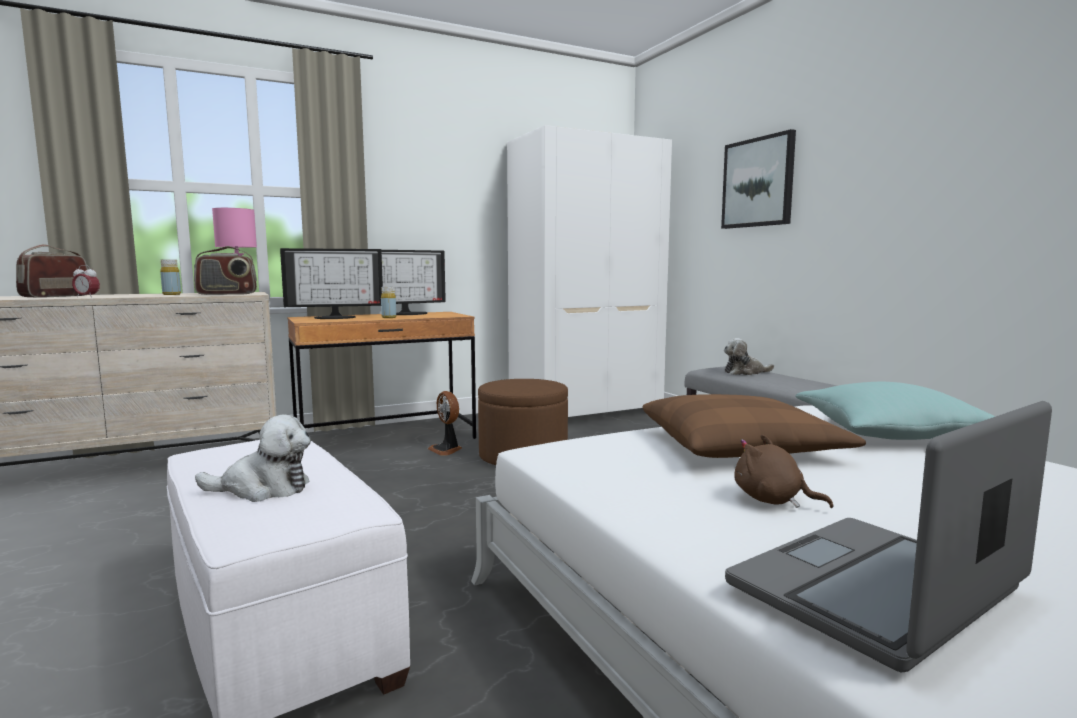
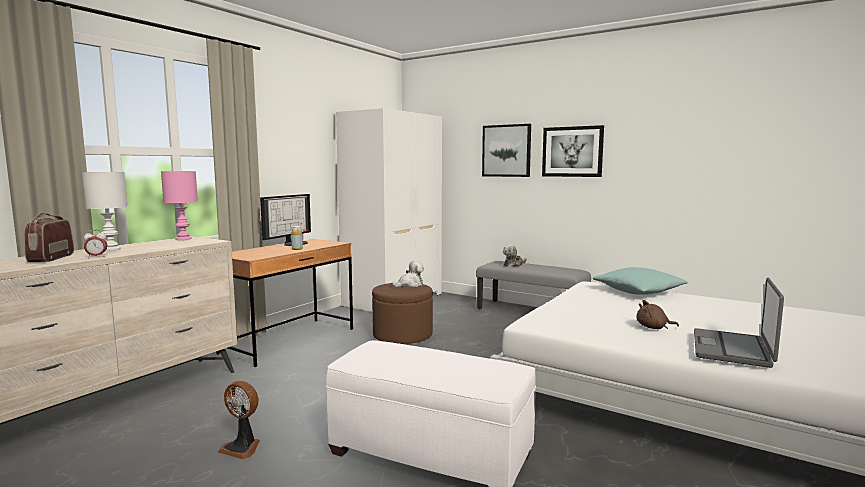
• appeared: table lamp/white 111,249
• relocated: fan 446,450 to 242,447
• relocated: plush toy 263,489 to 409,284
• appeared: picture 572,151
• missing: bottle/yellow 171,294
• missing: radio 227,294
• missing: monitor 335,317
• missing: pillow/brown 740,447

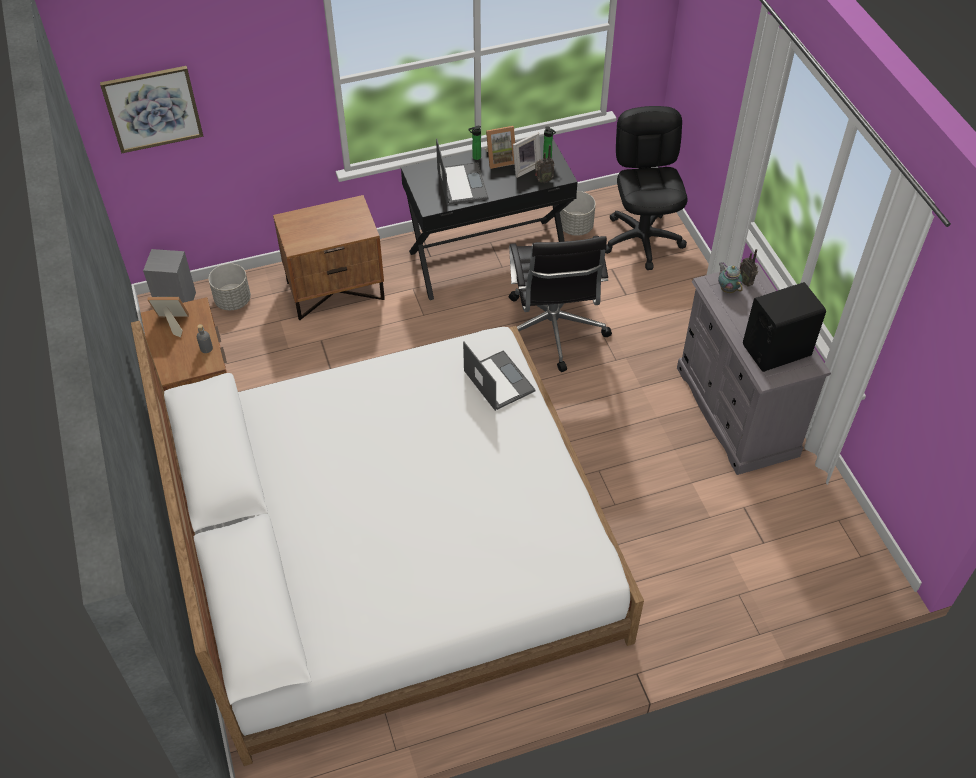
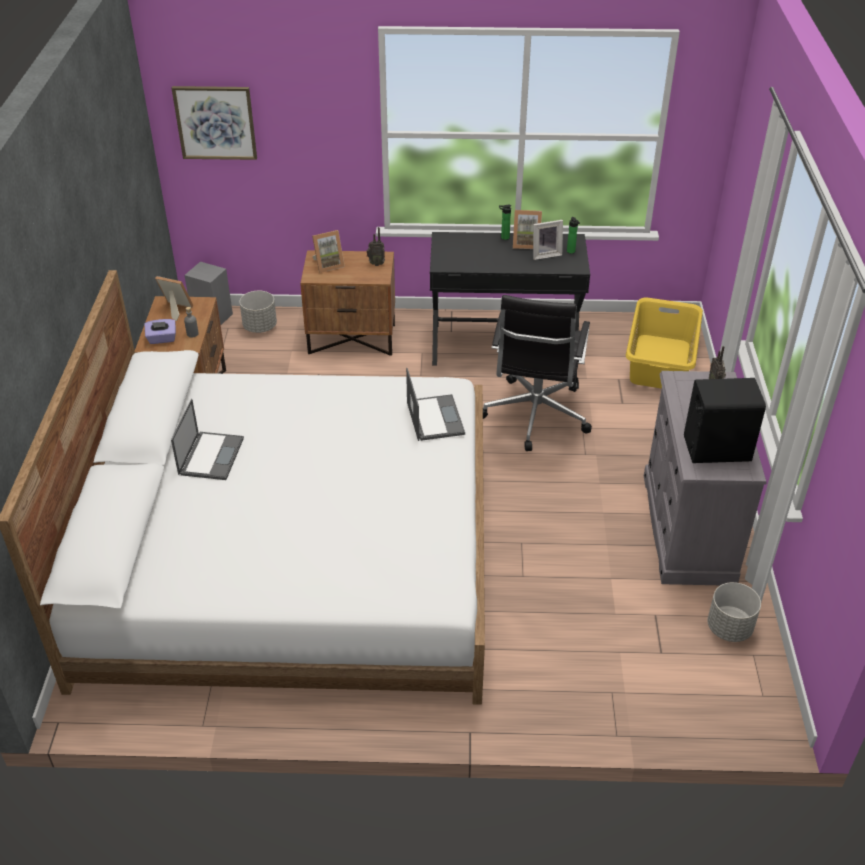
• appeared: tissue box/purple 162,339
• relocated: laptop 462,183 to 211,455
• appeared: picture frame 328,265
• relocated: radio 543,180 to 376,263
• exchanged: office chair/black 642,240 to laundry basket/yellow 660,362
• relocated: planter/grey 576,227 to 729,628
• missing: teapot 727,289

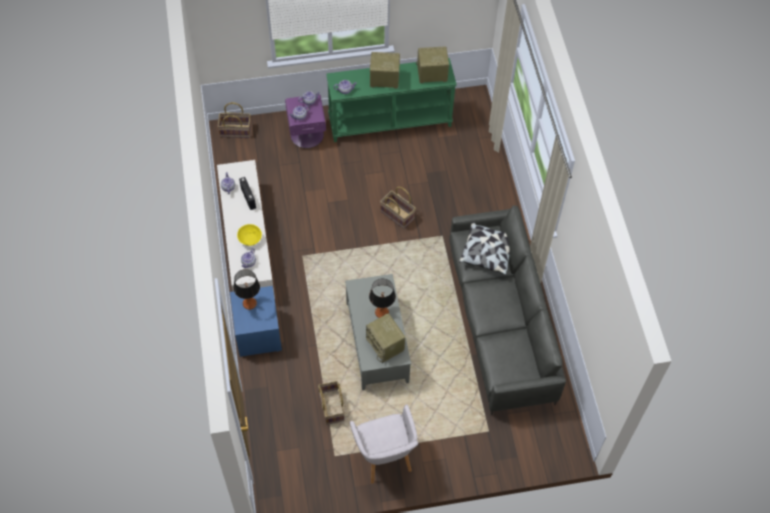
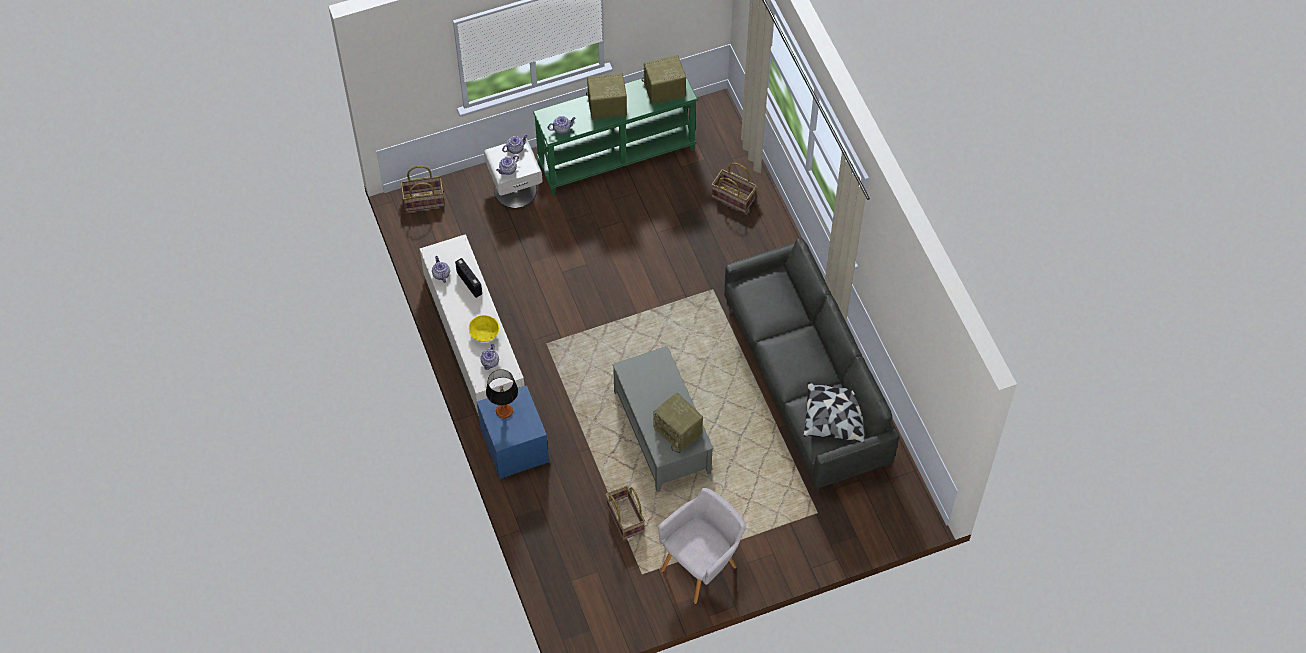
• colour: nightstand/purple 307,134 to nightstand/white 515,189
• spun: armchair/grey 384,458 = 701,566 105 degrees counterclockwise
• relocated: basket 398,214 to 733,197
• relocated: pillow 488,253 to 835,418
• missing: table lamp 382,312

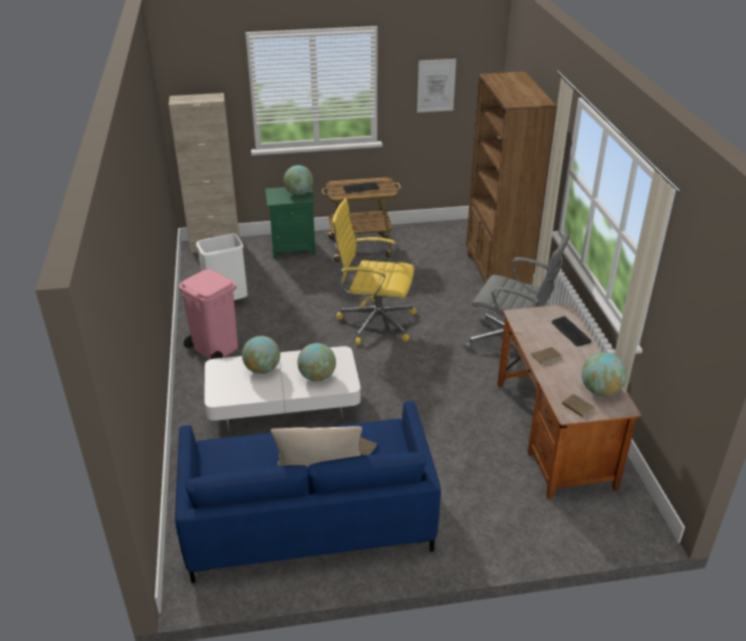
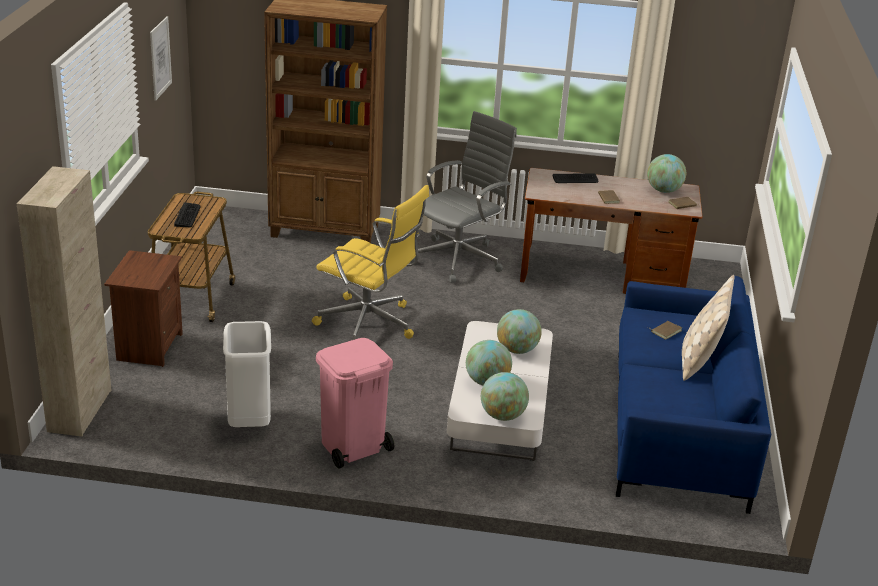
• colour: nightstand/green 293,248 to nightstand/brown 148,347
• spun: office chair/yellow 374,322 = 369,324 90 degrees counterclockwise
• relocated: globe 299,193 to 502,415

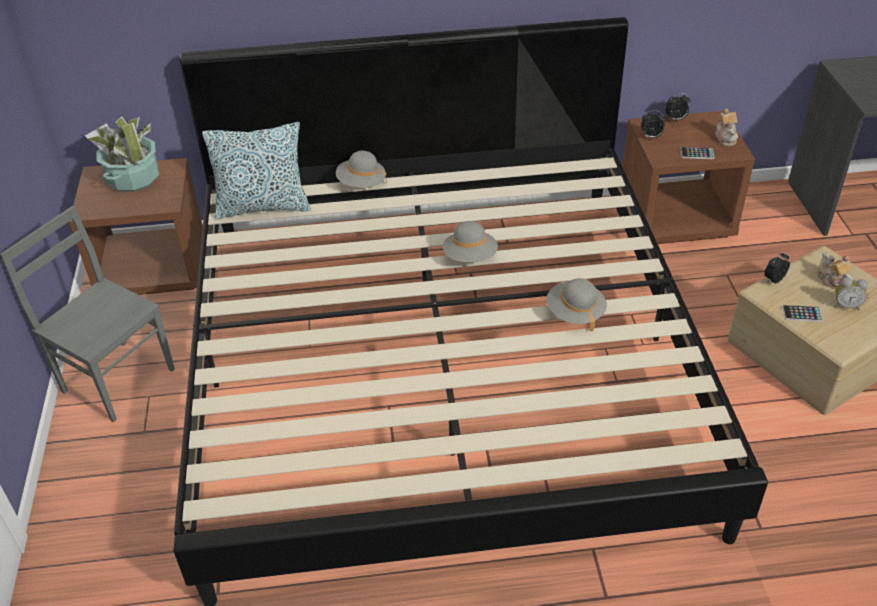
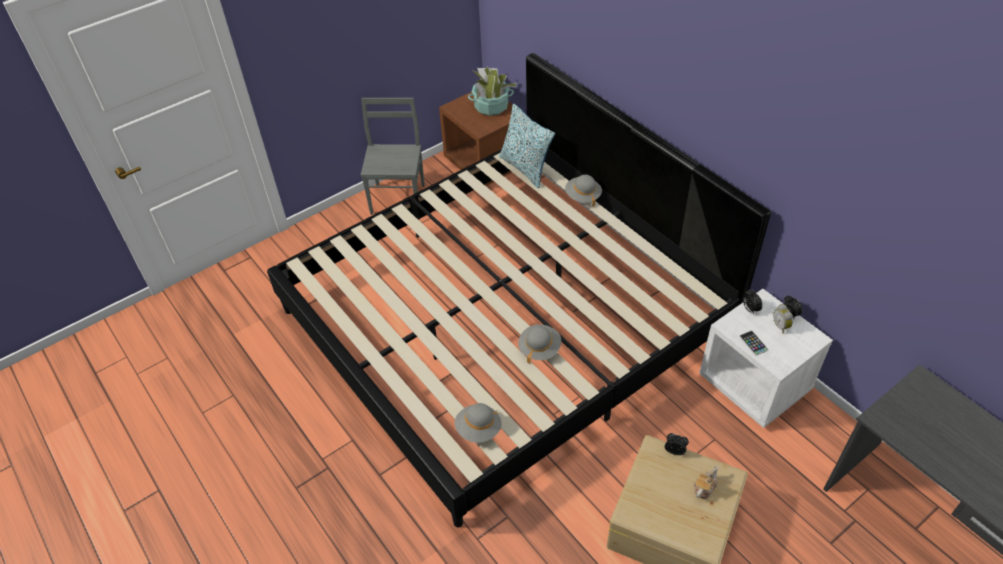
• relocated: hat/grey 470,257 to 478,429
• colour: nightstand/brown 676,218 to nightstand/white 755,384
• relocated: alarm clock 846,305 to 781,326
• missing: teapot 725,138
• missing: phone 802,314

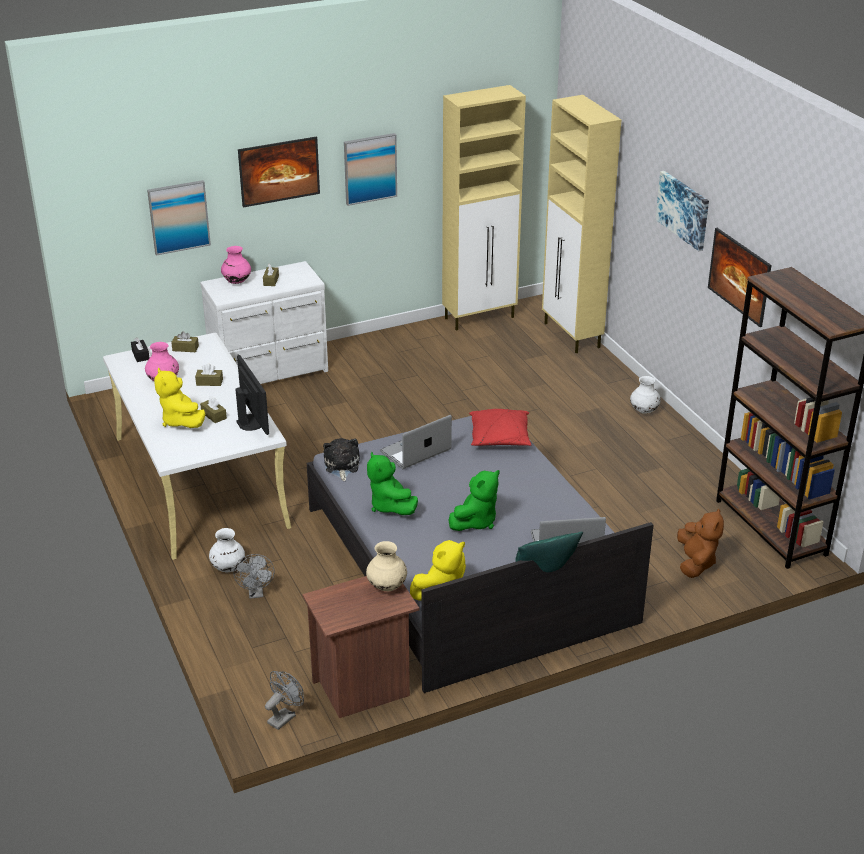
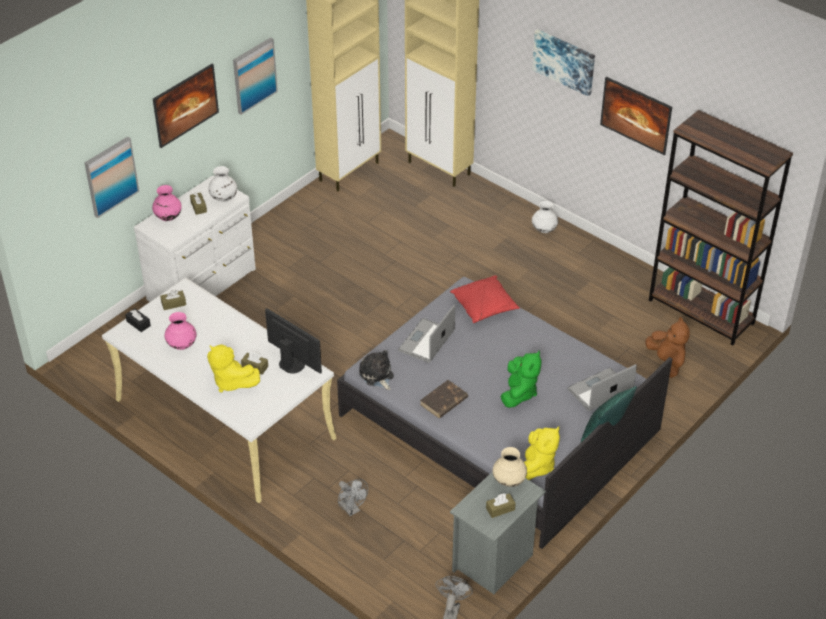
• relocated: vase/white 228,568 to 223,198
• exchanged: plush toy/green 390,506 to book/brown 443,401
• colour: nightstand/brown 363,688 to nightstand/grey 494,562
• relocated: tissue box/brown 209,382 to 500,509

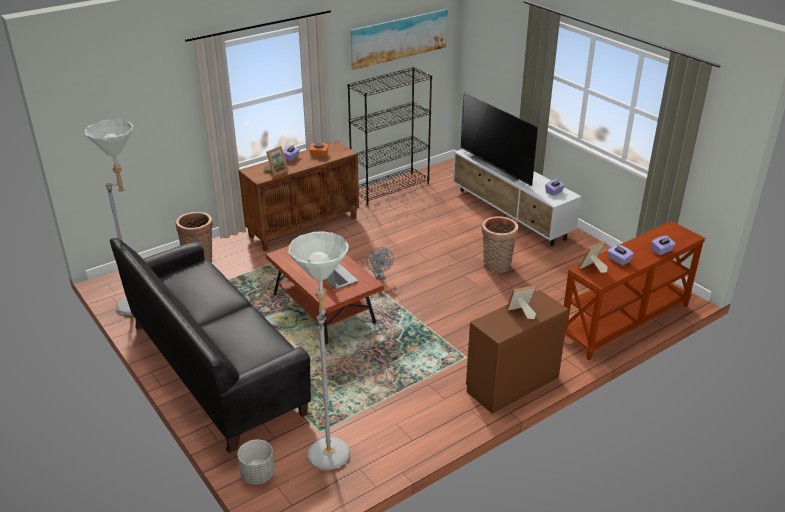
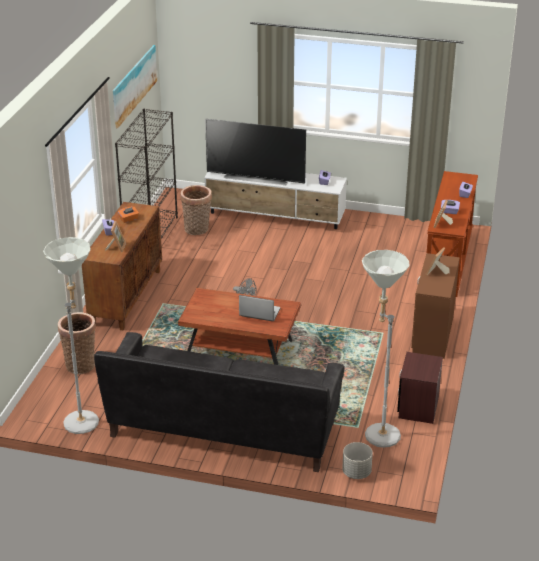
• relocated: basket 496,267 to 197,230
• appeared: nightstand/brown 418,407

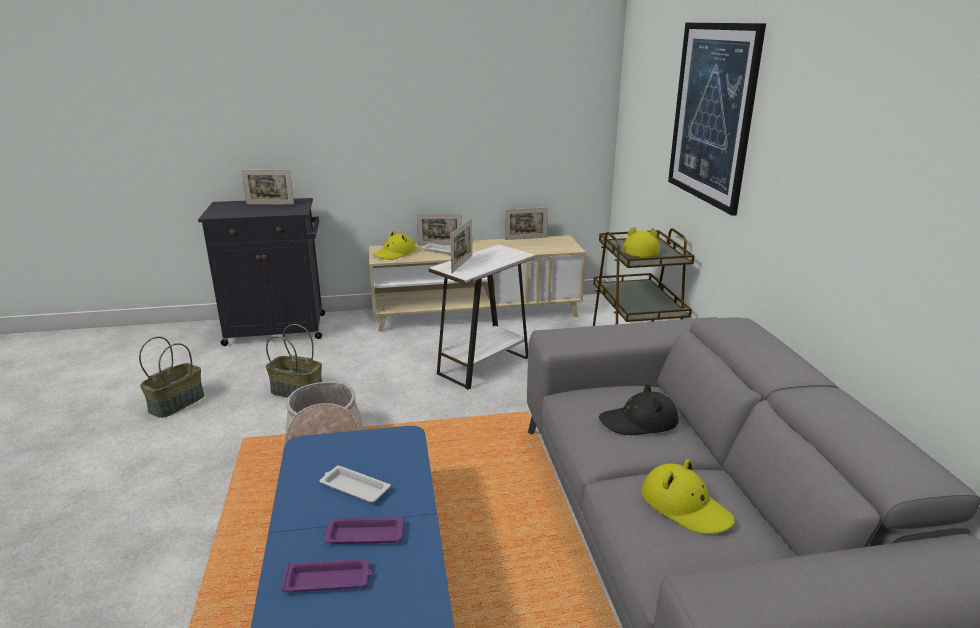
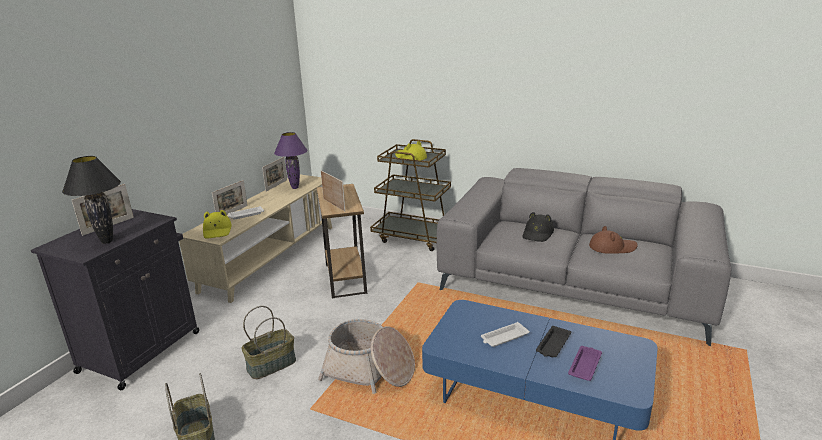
• appeared: table lamp/black 106,241
• appeared: table lamp/purple 295,187
• colour: side table/white 483,366 to side table/brown 345,278
• colour: tray/purple 363,535 to tray/black 553,345
• colour: hat/yellow 685,506 to hat/brown 612,247
• missing: picture 712,114

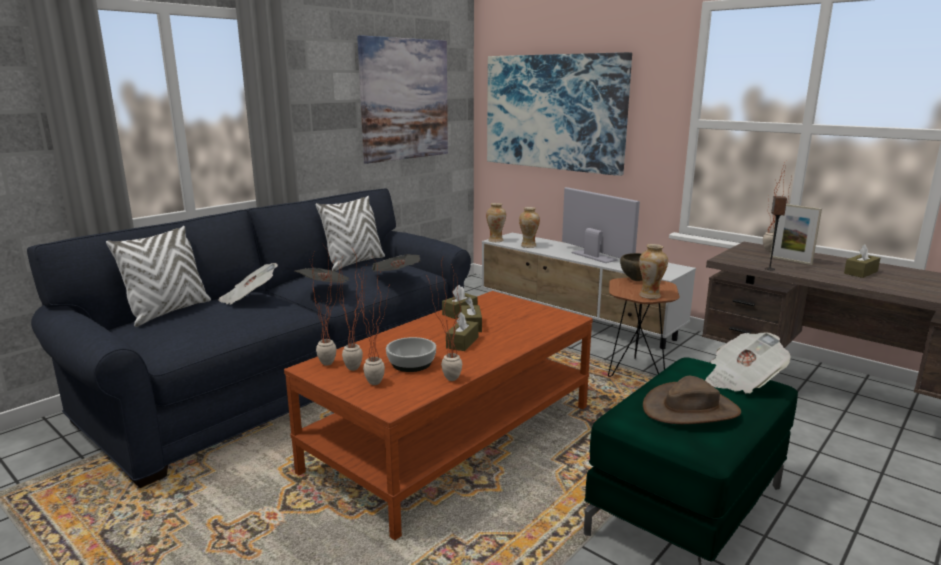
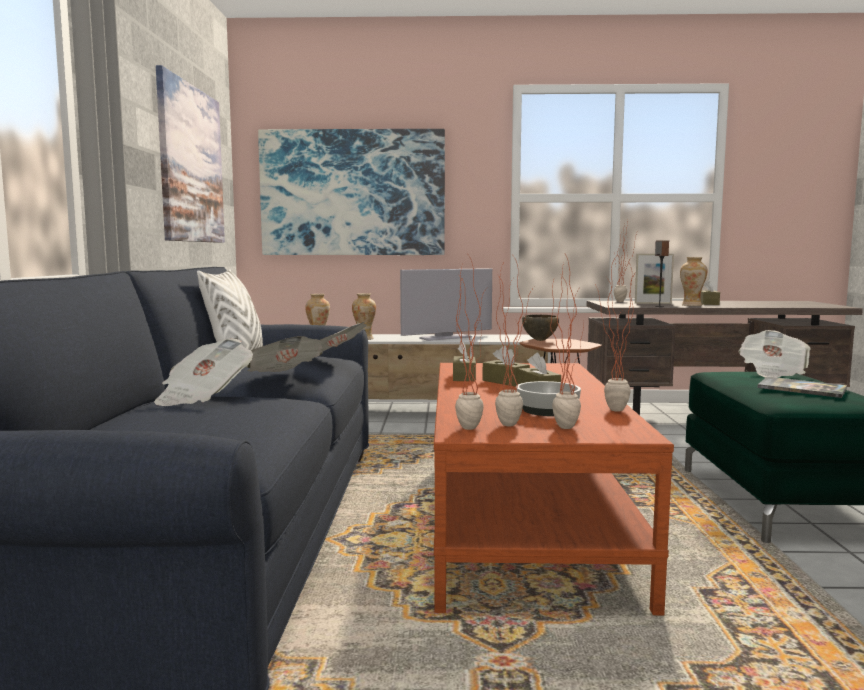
• spun: television 593,256 = 445,338 135 degrees clockwise
• relocated: vase 650,296 to 691,305
• exchanged: hat/brown 690,409 to book 801,389
• missing: pillow/white 168,312

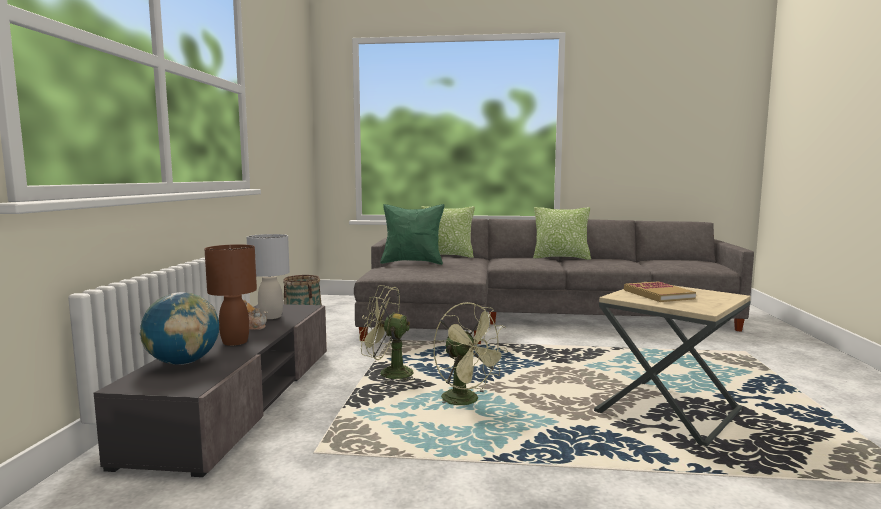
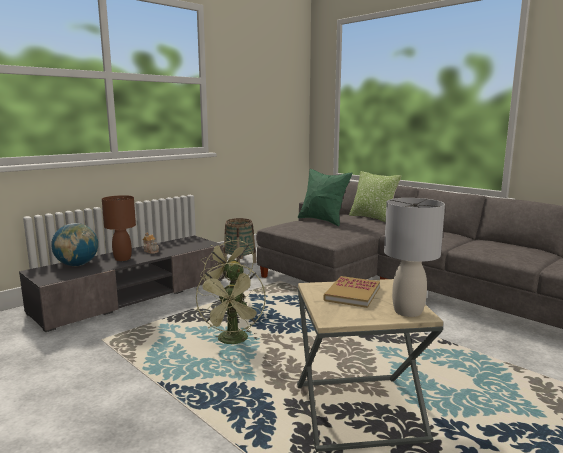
• relocated: table lamp/grey 270,317 to 407,311
• missing: pillow 561,258

